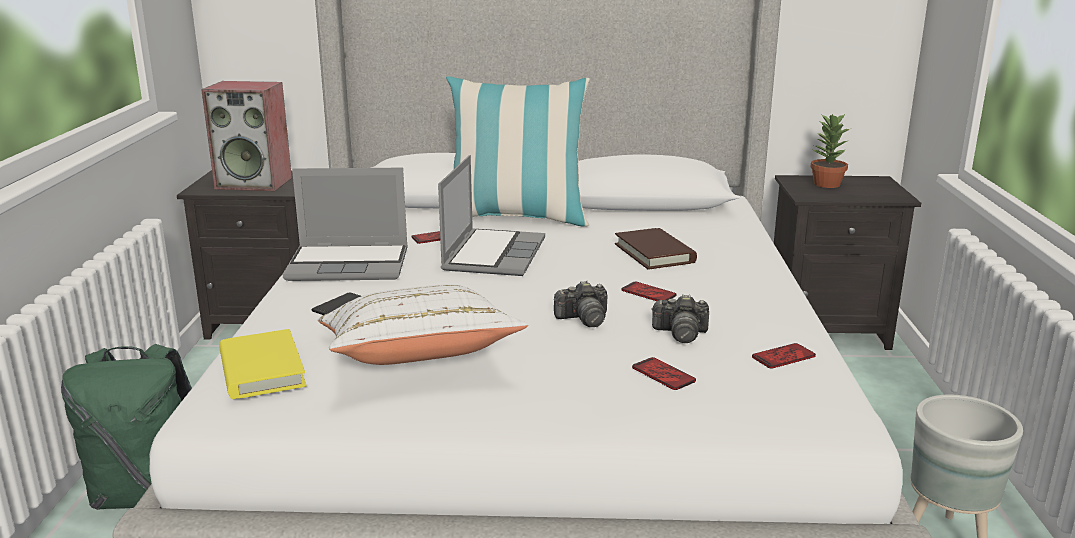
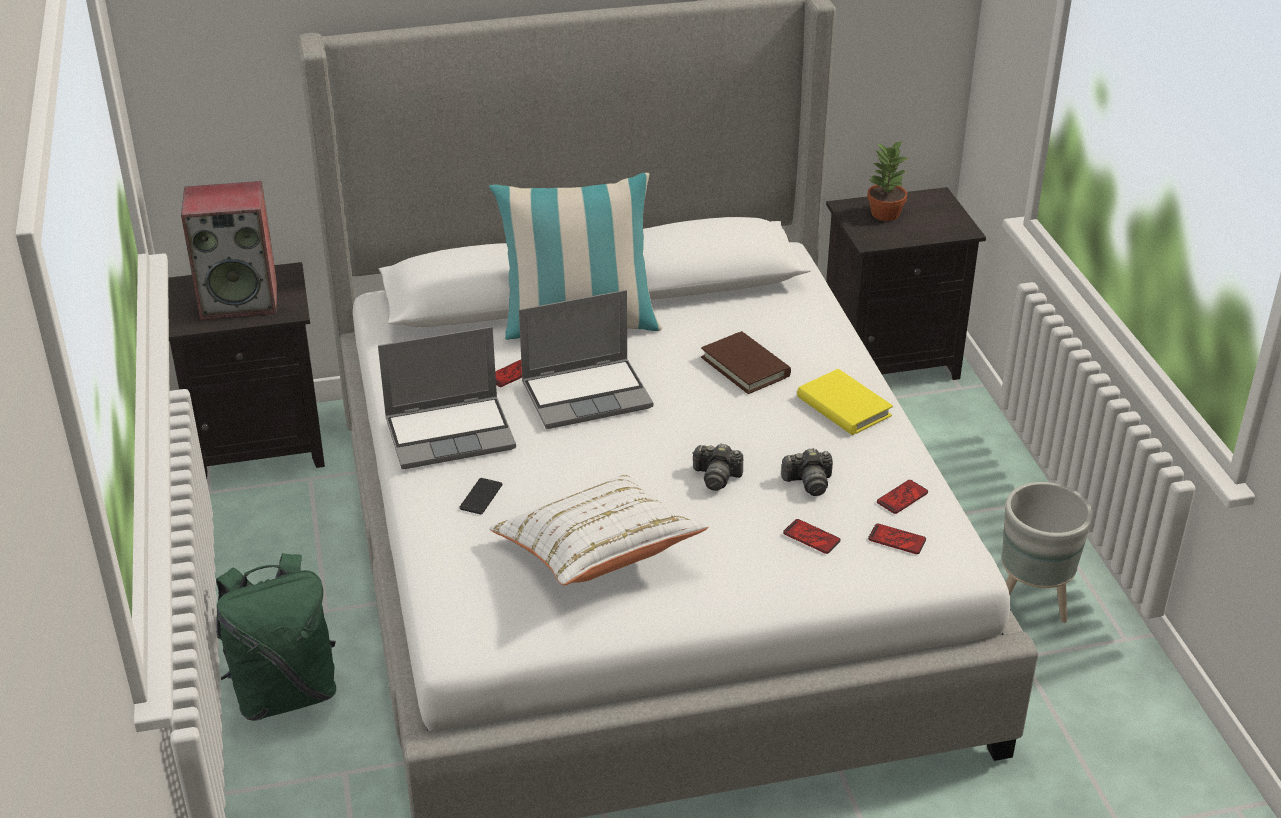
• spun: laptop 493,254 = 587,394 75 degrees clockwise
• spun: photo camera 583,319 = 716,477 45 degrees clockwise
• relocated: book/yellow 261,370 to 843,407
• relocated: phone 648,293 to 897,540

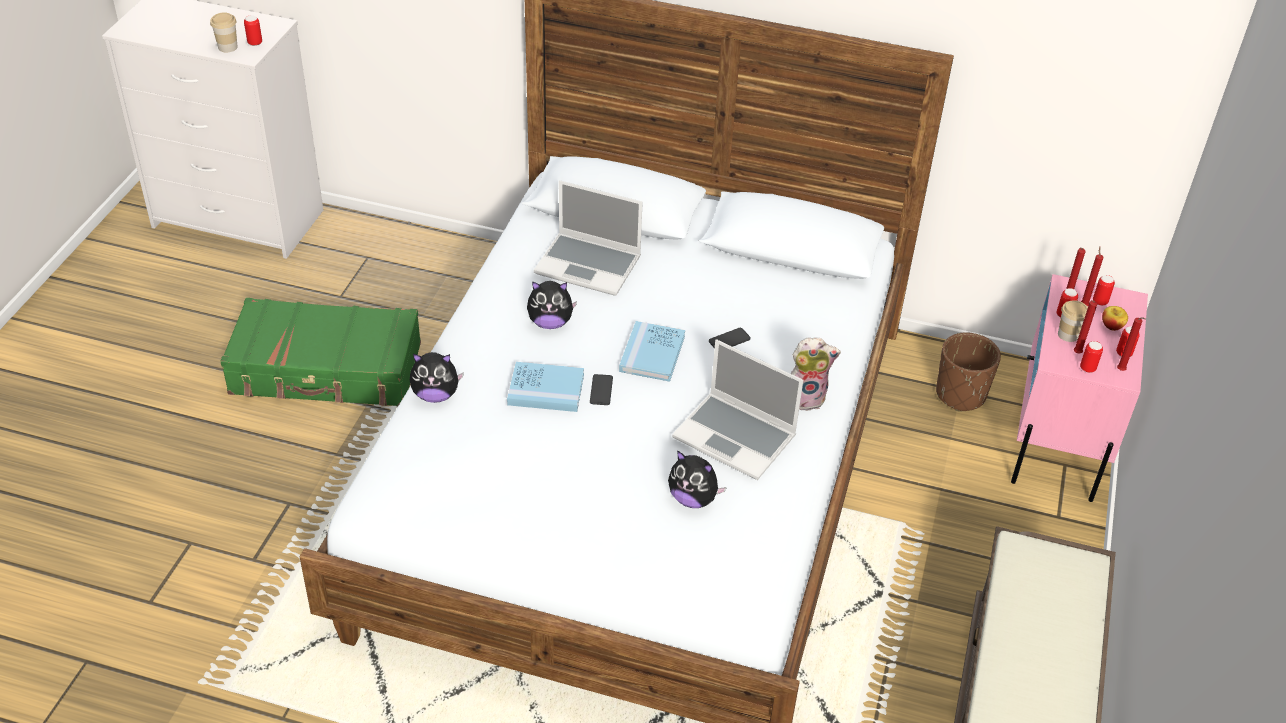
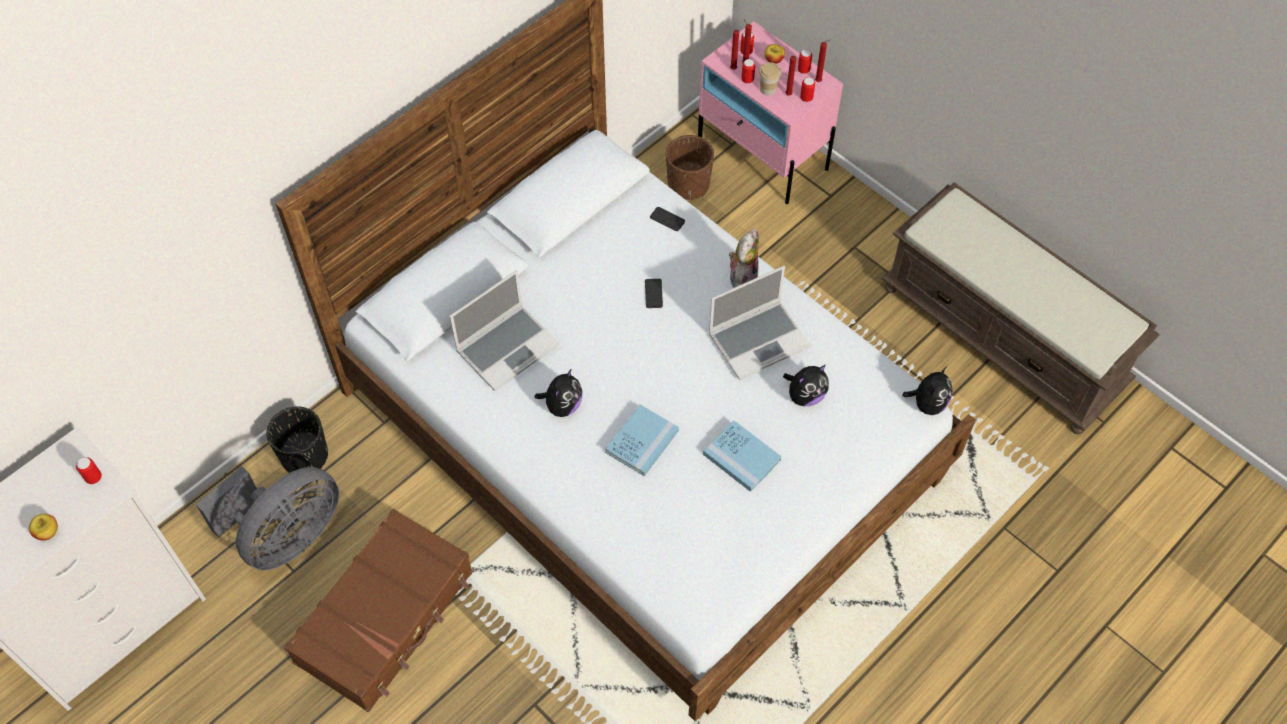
• appeared: apple 47,532
• appeared: fan/grey 287,537
• appeared: planter/black 305,456
• colour: suitcase/green 326,370 to suitcase/brown 386,617
• relocated: phone 601,390 to 667,219
• relocated: book/blue 652,354 to 741,457
• relocated: plush toy 436,395 to 927,404
• missing: cup 227,47

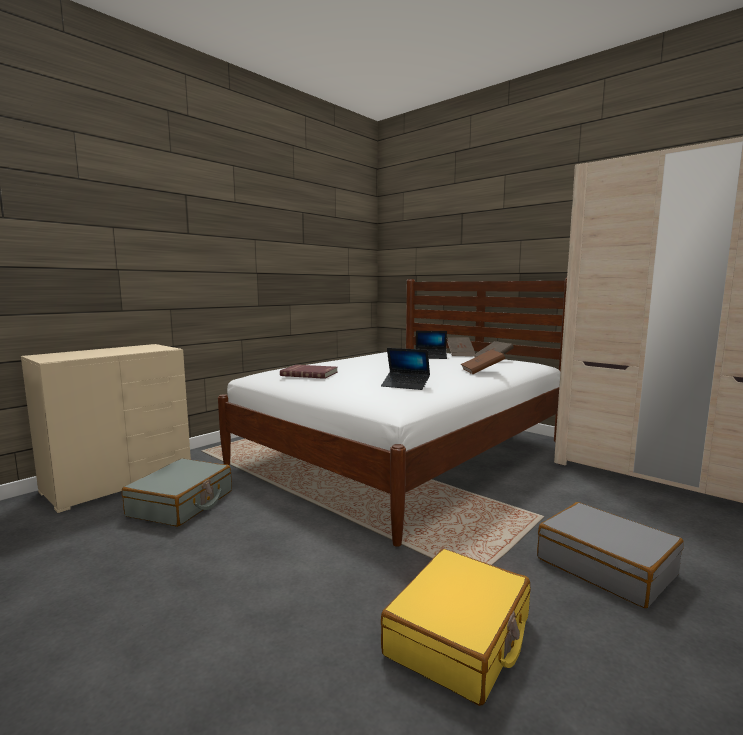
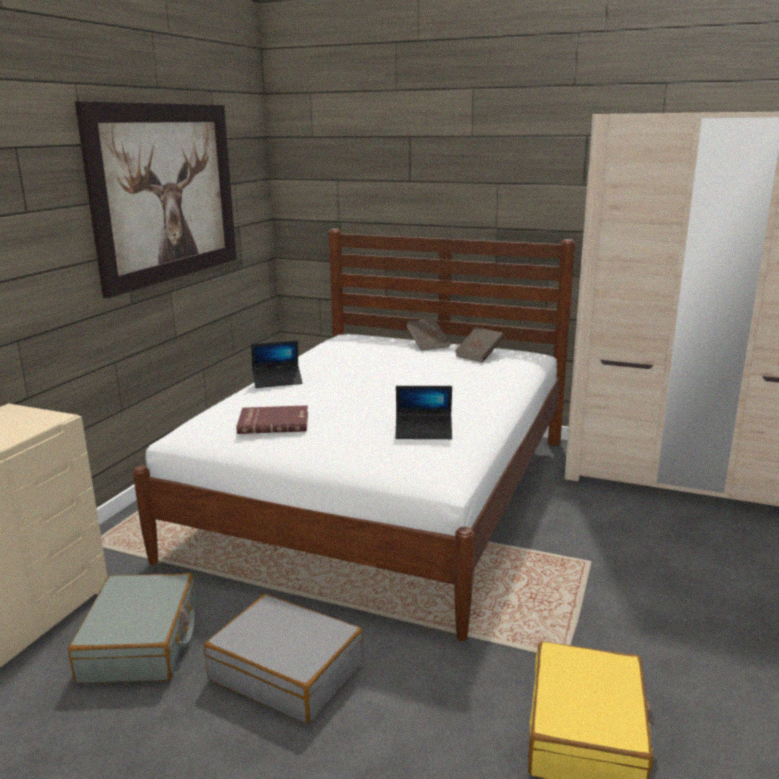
• appeared: picture 166,193
• relocated: suitcase/grey 606,566 to 287,672
• relocated: laptop 431,357 to 277,381
• missing: book/brown 482,371

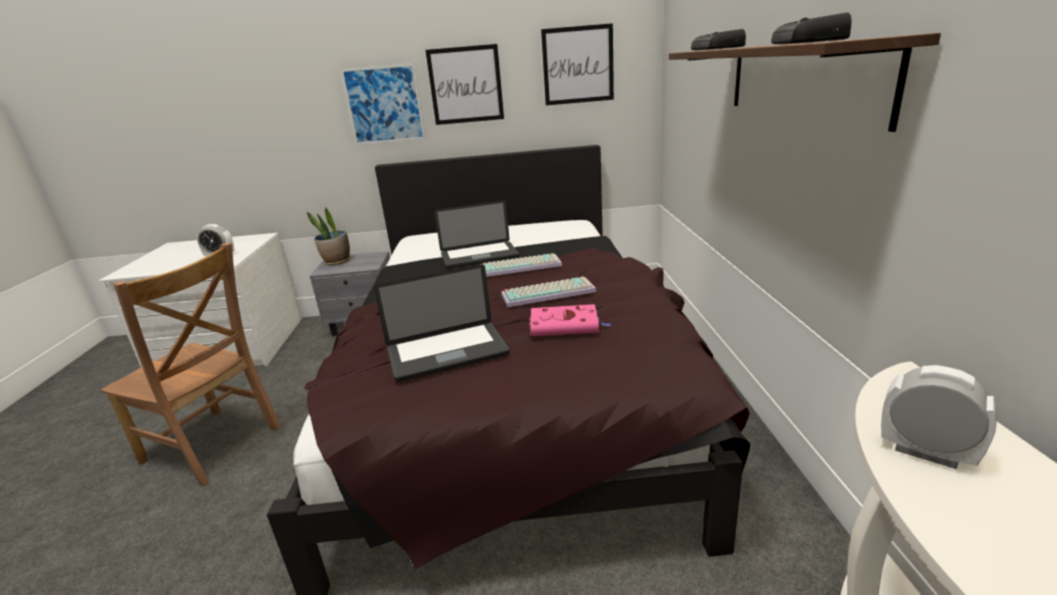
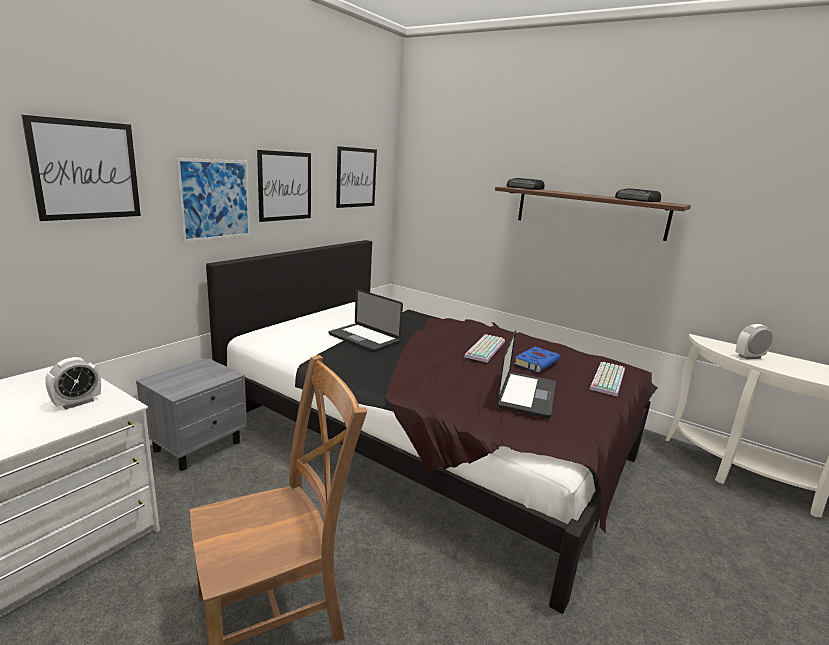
• appeared: picture 86,170
• spun: laptop 479,256 = 364,338 105 degrees clockwise
• colour: book/pink 566,325 to book/blue 537,362
• relocated: keyboard 521,266 to 606,378
• missing: potted plant 337,262

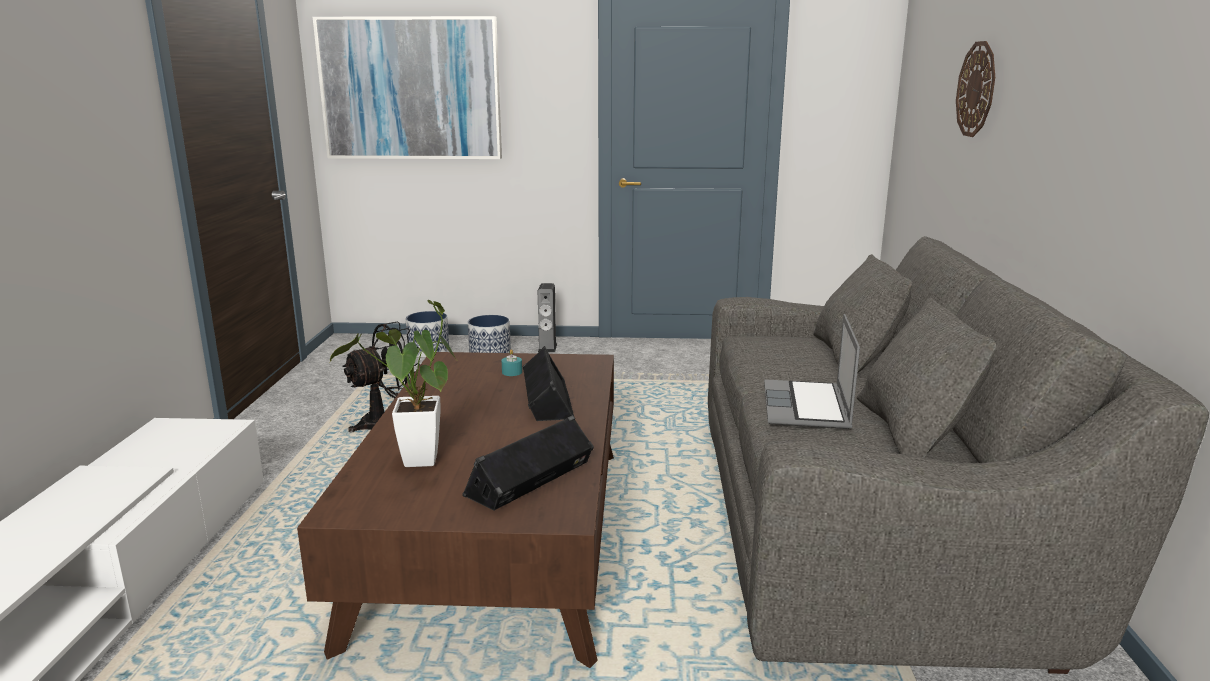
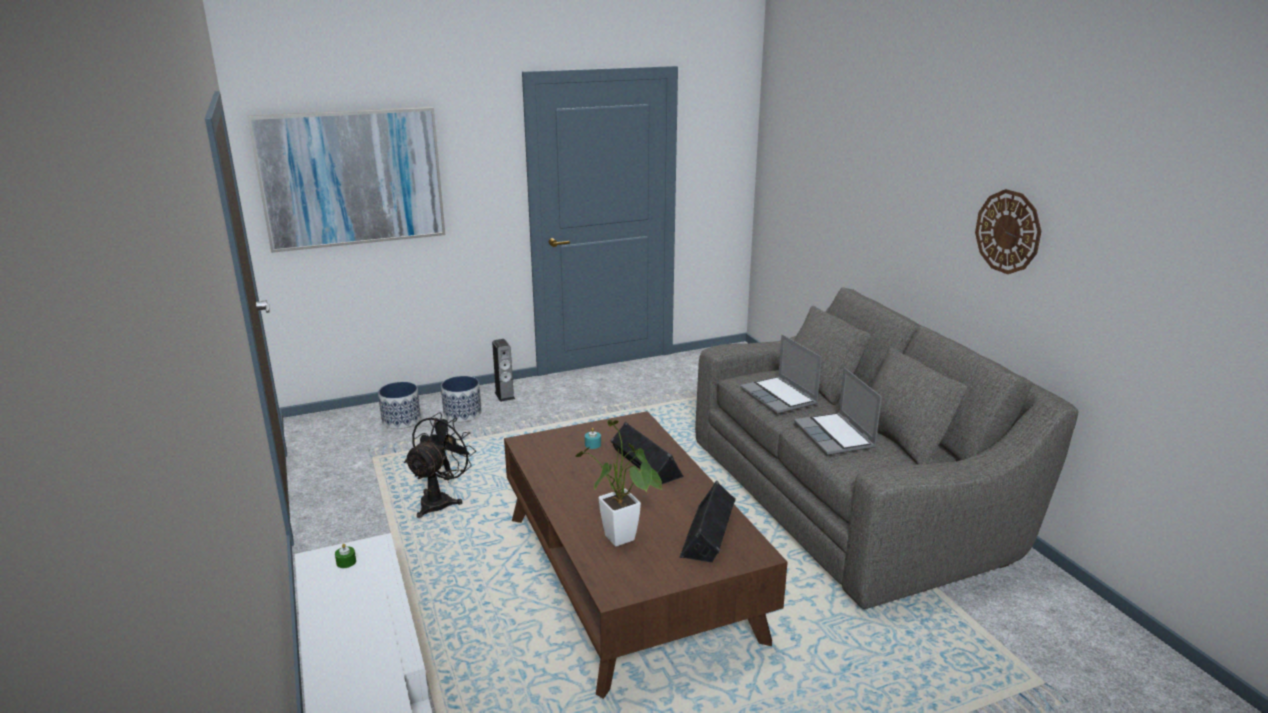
• appeared: candle/green 346,562
• appeared: laptop 780,397
• relocated: wall clock 976,89 to 1008,231

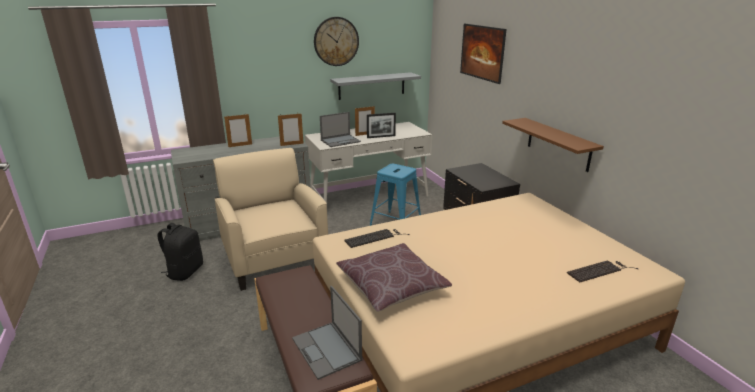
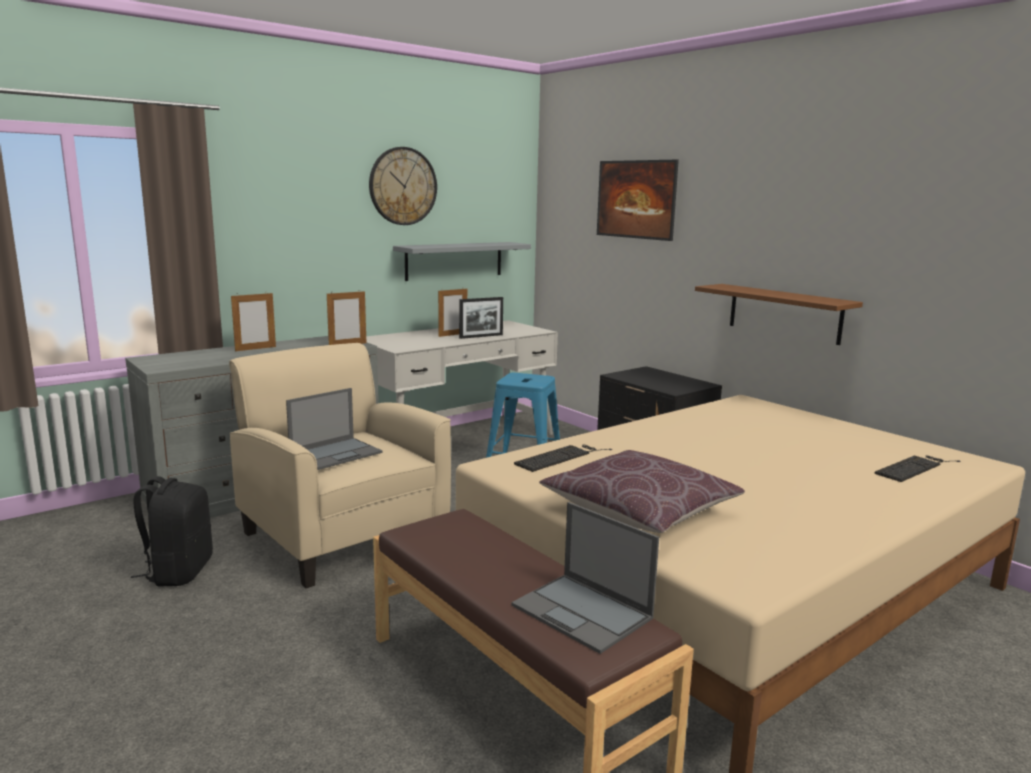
• relocated: laptop 341,141 to 336,453

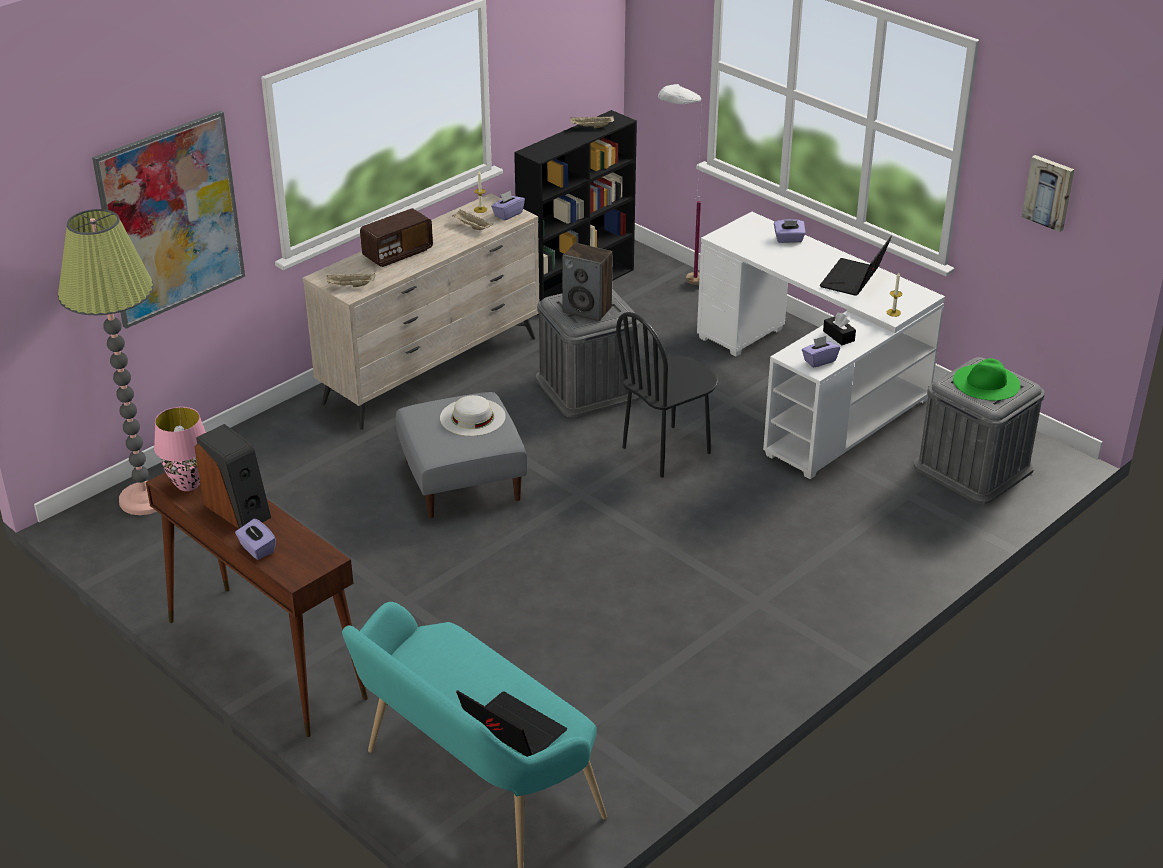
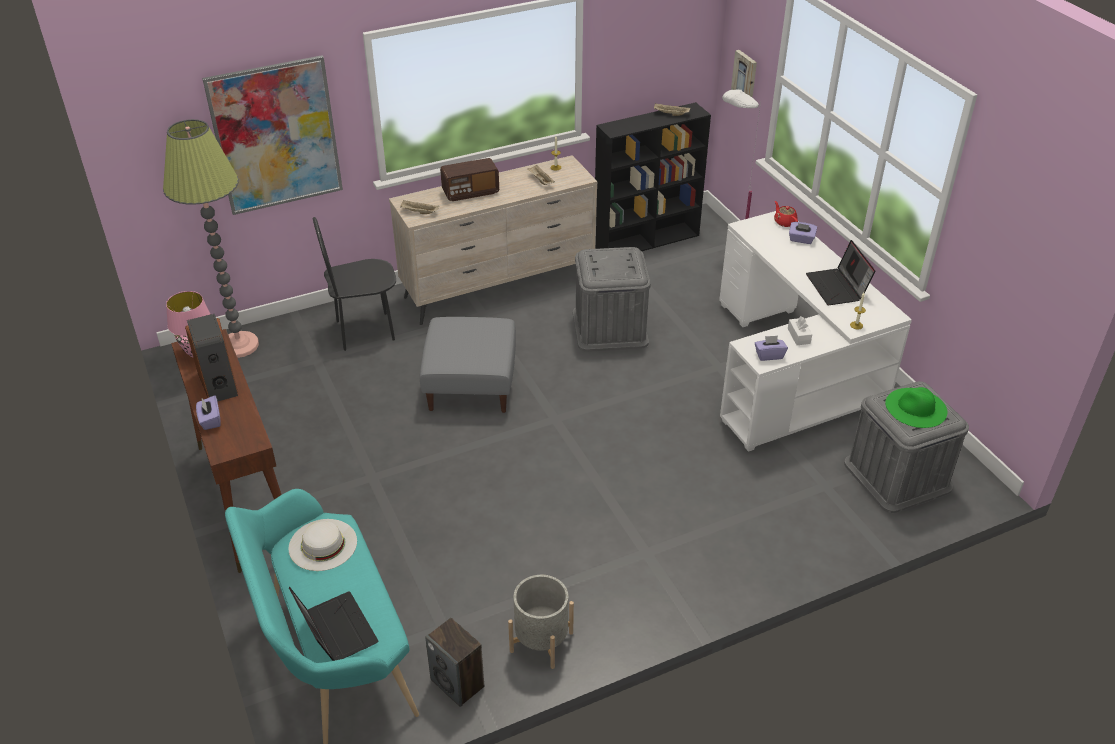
• relocated: hat/white 472,417 to 323,544
• relocated: chair/black 666,451 to 365,331
• relocated: speaker 587,309 to 458,683
• appeared: planter/grey 541,642
• relocated: picture 1049,192 to 745,78
• appeared: teapot/red 784,222
• colour: tissue box/black 838,336 to tissue box/white 798,336
• spun: laptop 854,280 = 837,287 60 degrees counterclockwise
• missing: tissue box/purple 508,214

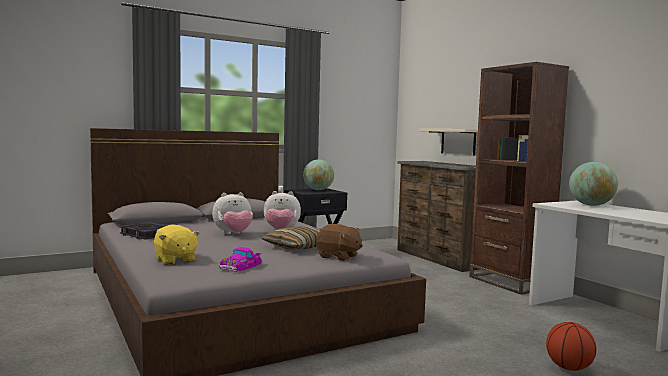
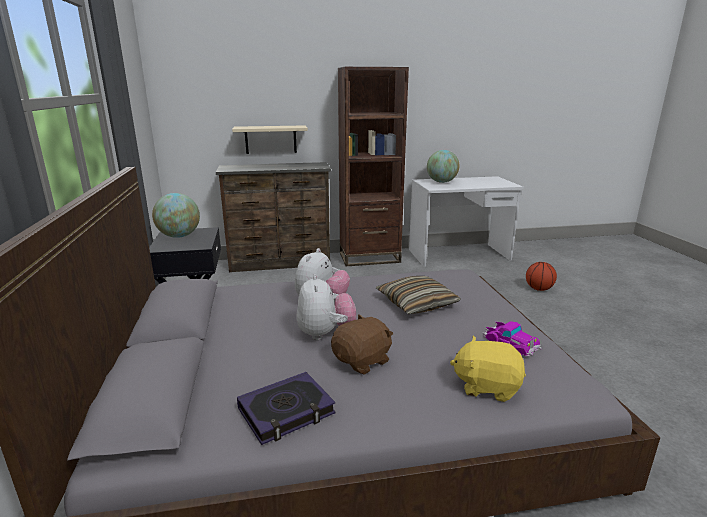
• relocated: plush toy/brown 338,257 to 362,361
• spun: plush toy/yellow 175,260 = 487,386 150 degrees counterclockwise

